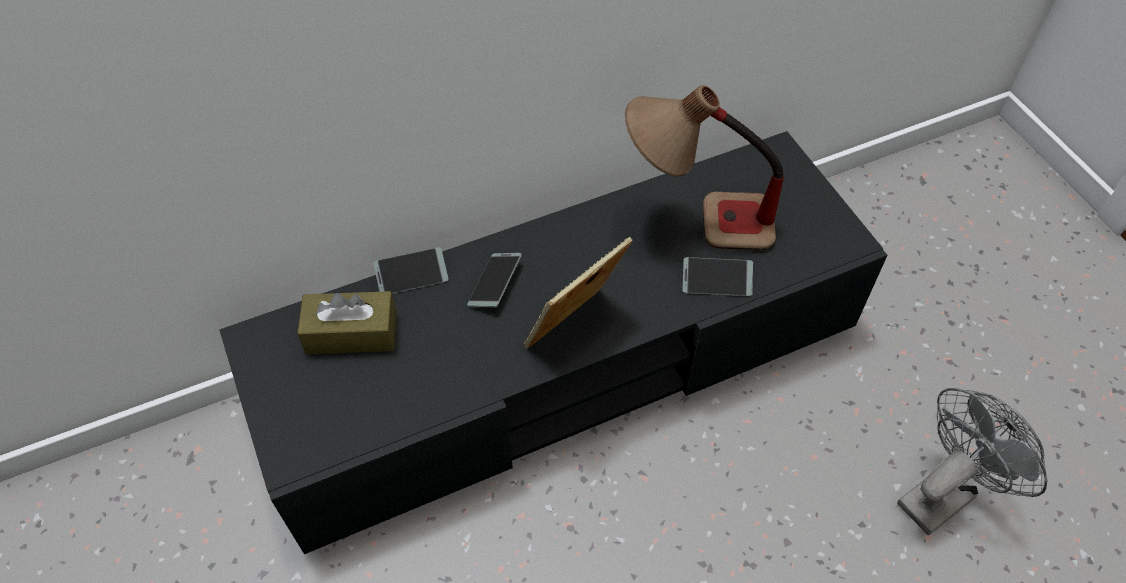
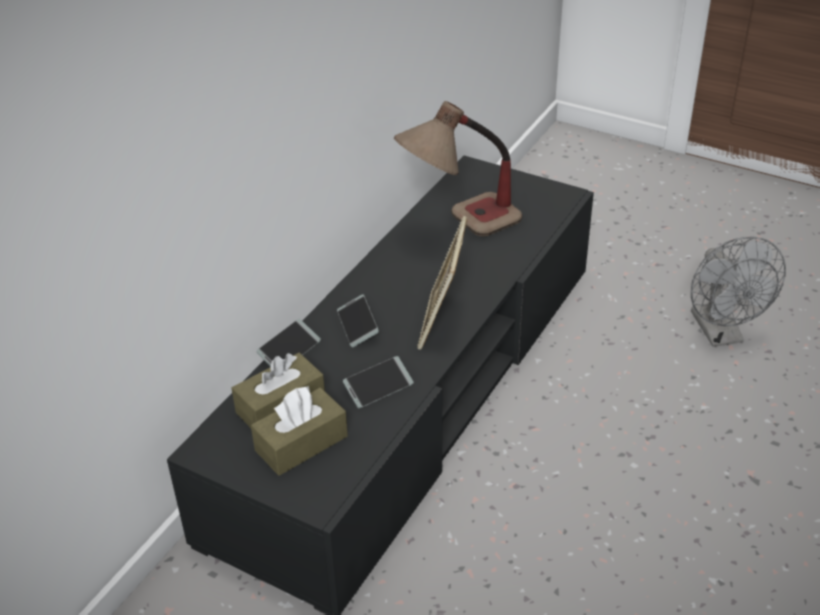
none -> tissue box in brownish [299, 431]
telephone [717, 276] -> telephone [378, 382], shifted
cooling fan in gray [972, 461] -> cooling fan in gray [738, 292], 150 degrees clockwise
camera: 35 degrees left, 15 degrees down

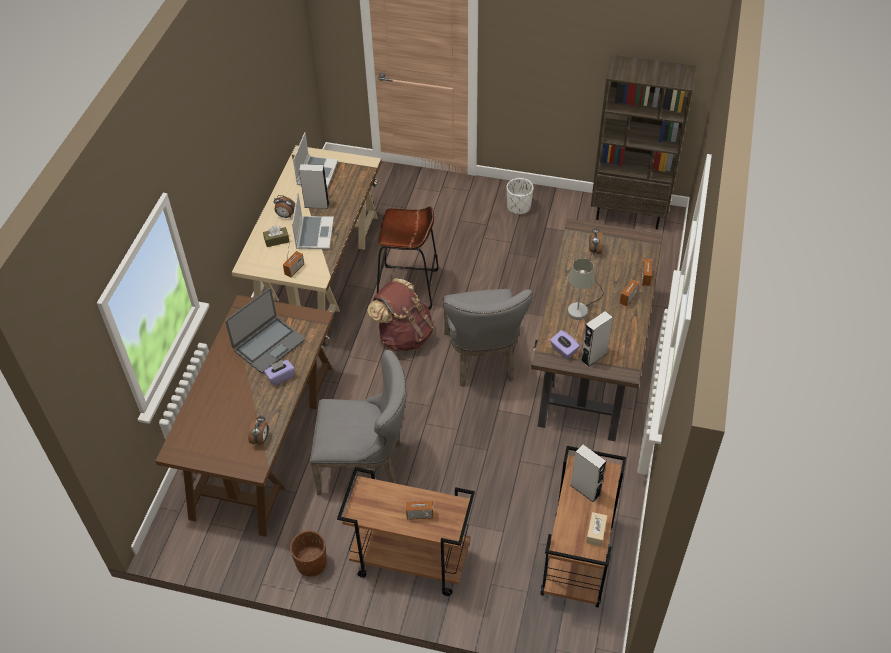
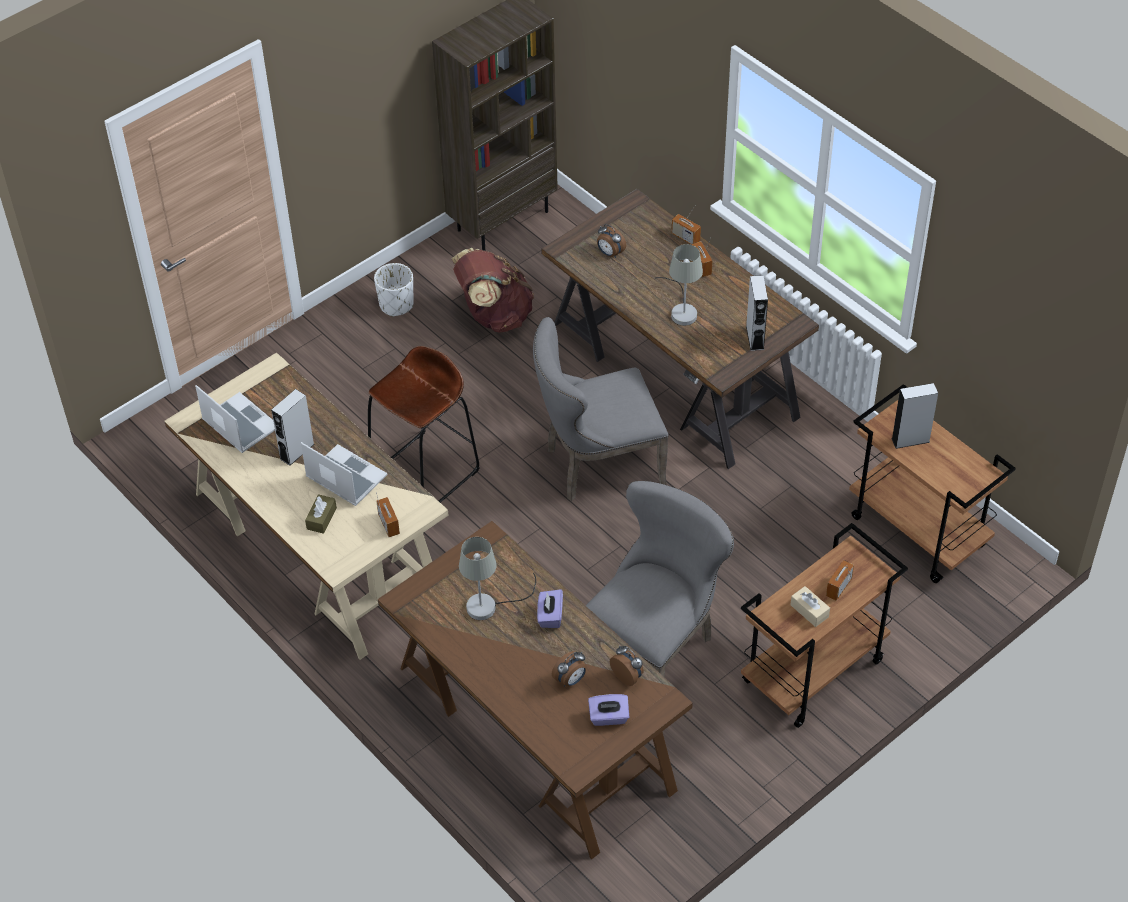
plant pot in brownish [308, 553] -> none
alarm clock [284, 206] -> alarm clock [569, 669], shifted
knapsack in brownish [400, 315] -> knapsack in brownish [493, 290], shifted
tissue box in purple [565, 344] -> tissue box in purple [608, 710], shifted
tissue box in sand-coloured [596, 529] -> tissue box in sand-coloured [810, 606], shifted
portable computer [265, 330] -> table lamp in gray [497, 578]
upright chair in gray [488, 338] -> upright chair in gray [601, 409], 135 degrees clockwise
camera: 55 degrees left, 0 degrees up

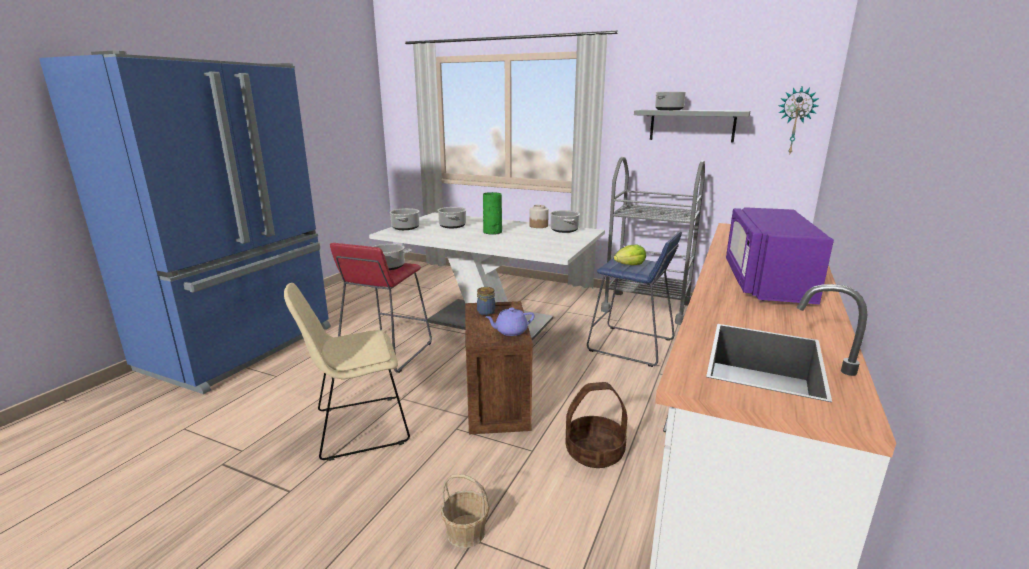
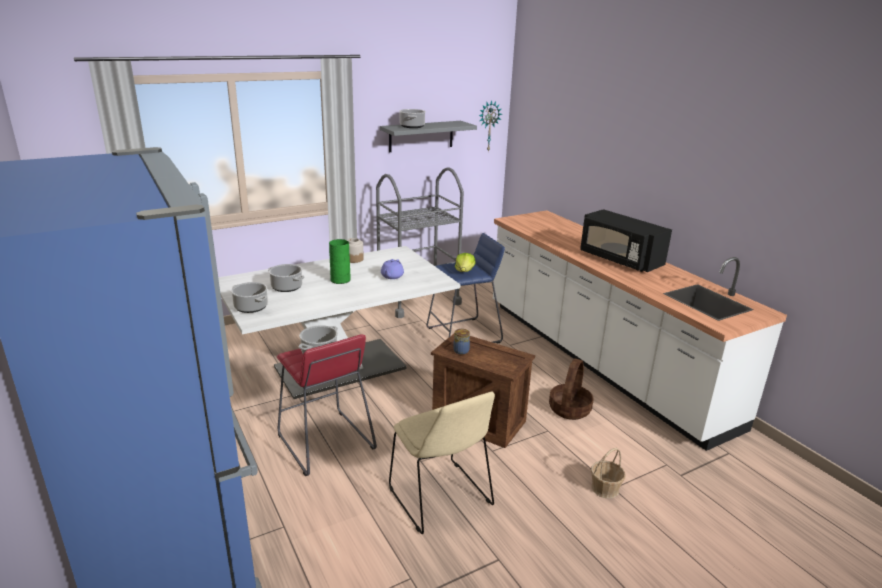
stockpot [565, 221] -> none
pot for tea in purple [510, 322] -> pot for tea in purple [392, 269], shifted
microwave in purple [780, 255] -> microwave in black-coloured [626, 240]
upright chair in sand-coloured [347, 372] -> upright chair in sand-coloured [442, 463], 45 degrees counterclockwise
camera: 55 degrees left, 5 degrees up

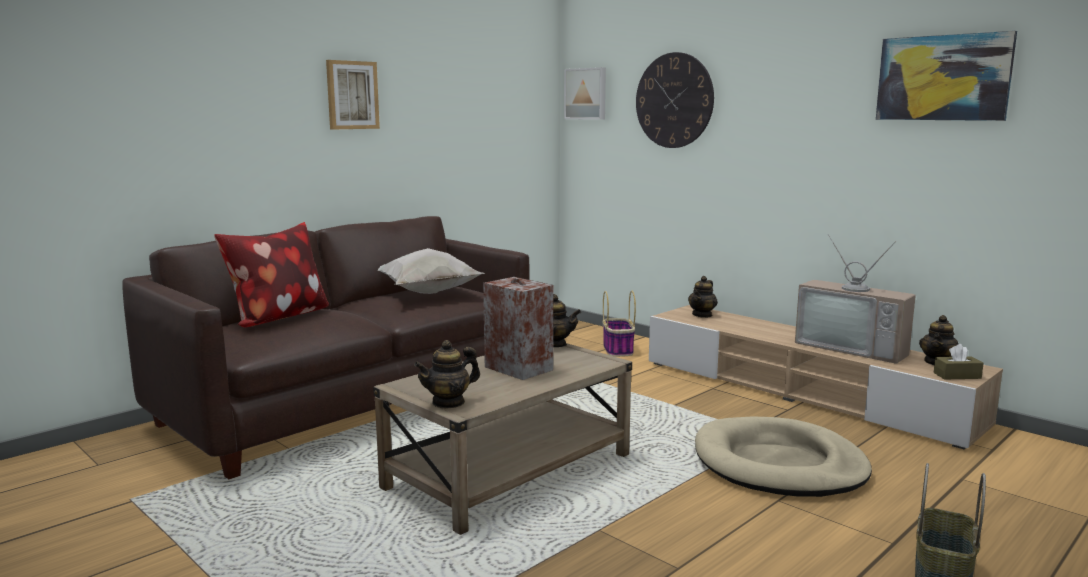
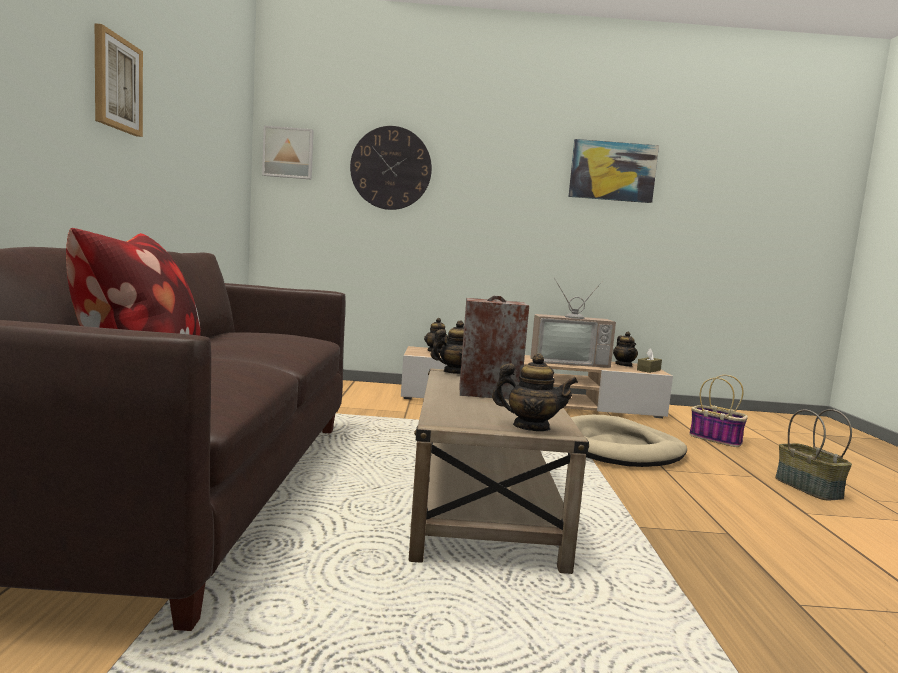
cushion in whitish [430, 271] -> none
storage basket [619, 324] -> storage basket [718, 411], shifted
pot for tea [447, 374] -> pot for tea [535, 392], 90 degrees counterclockwise
camera: 45 degrees left, 5 degrees down

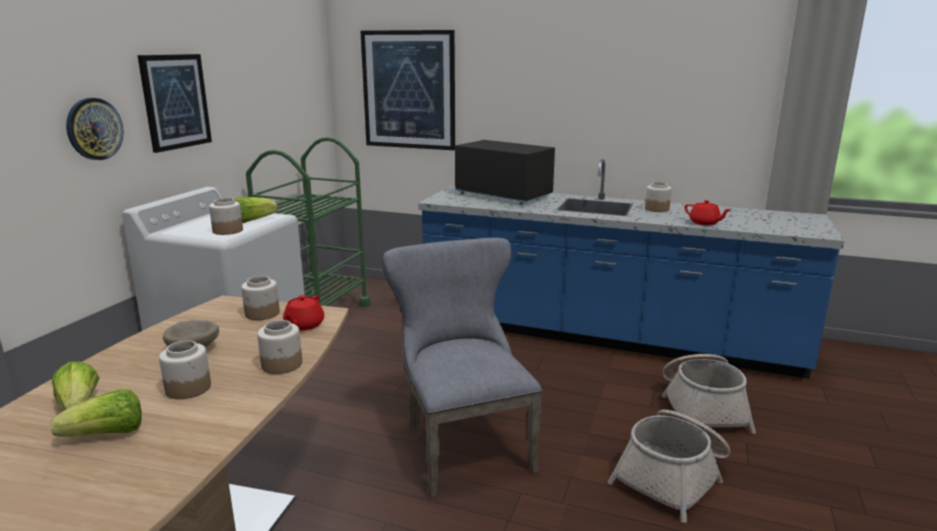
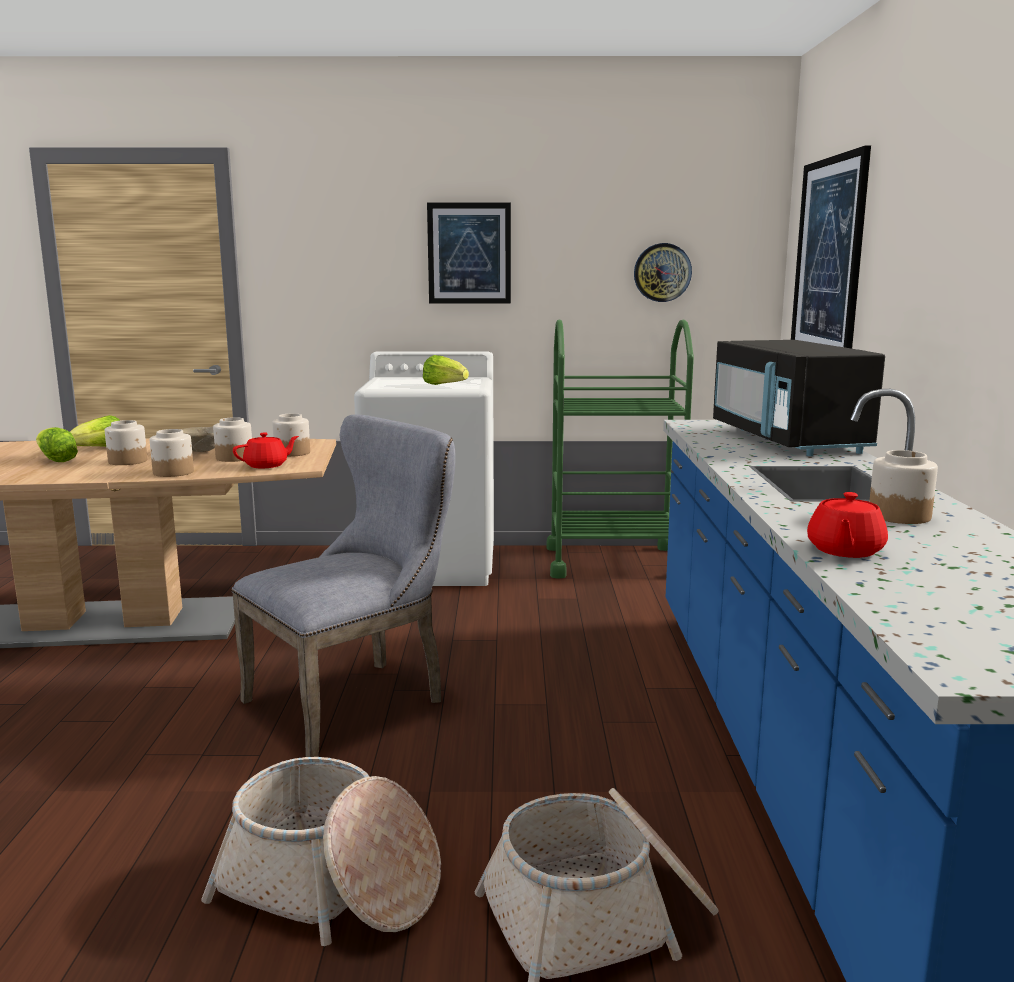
wall clock [95, 129] -> wall clock [663, 272], shifted
storage jar [226, 216] -> storage jar [232, 439], shifted
pot for tea in red-coloured [303, 312] -> pot for tea in red-coloured [266, 450], 150 degrees clockwise
microwave in black-coloured [505, 172] -> microwave in black-coloured [799, 398], 150 degrees clockwise
camera: 70 degrees right, 5 degrees down

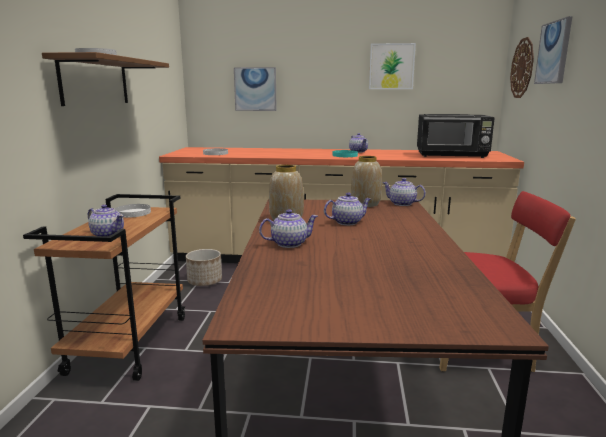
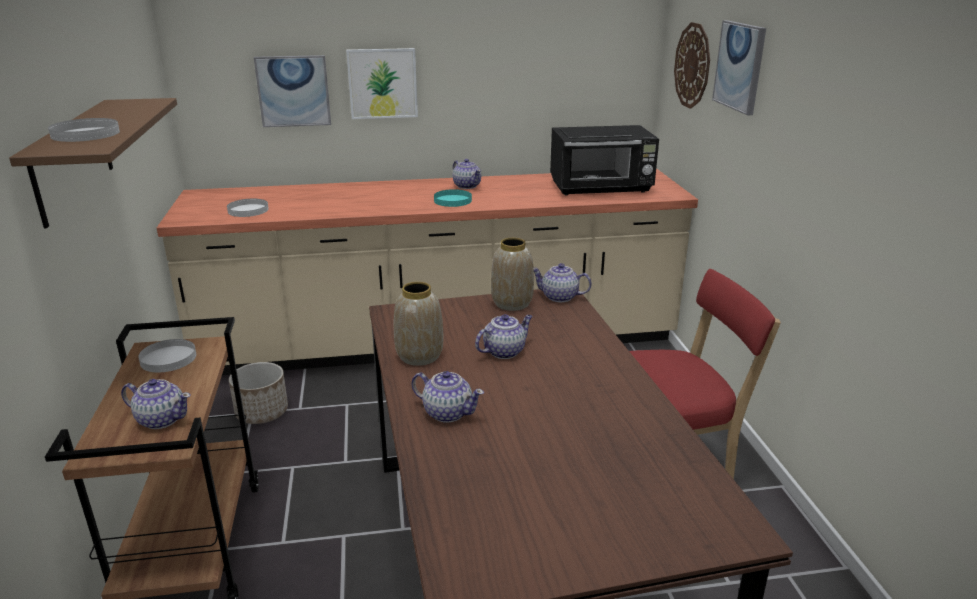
wall picture [392, 66] -> wall picture [382, 83], shifted
pot for tea [288, 228] -> pot for tea [448, 397], 60 degrees clockwise
camera: 15 degrees left, 10 degrees up

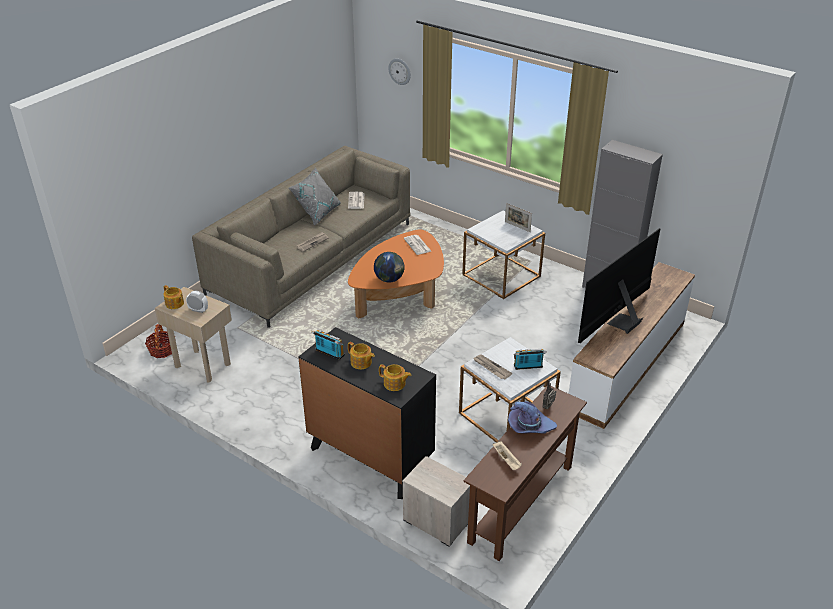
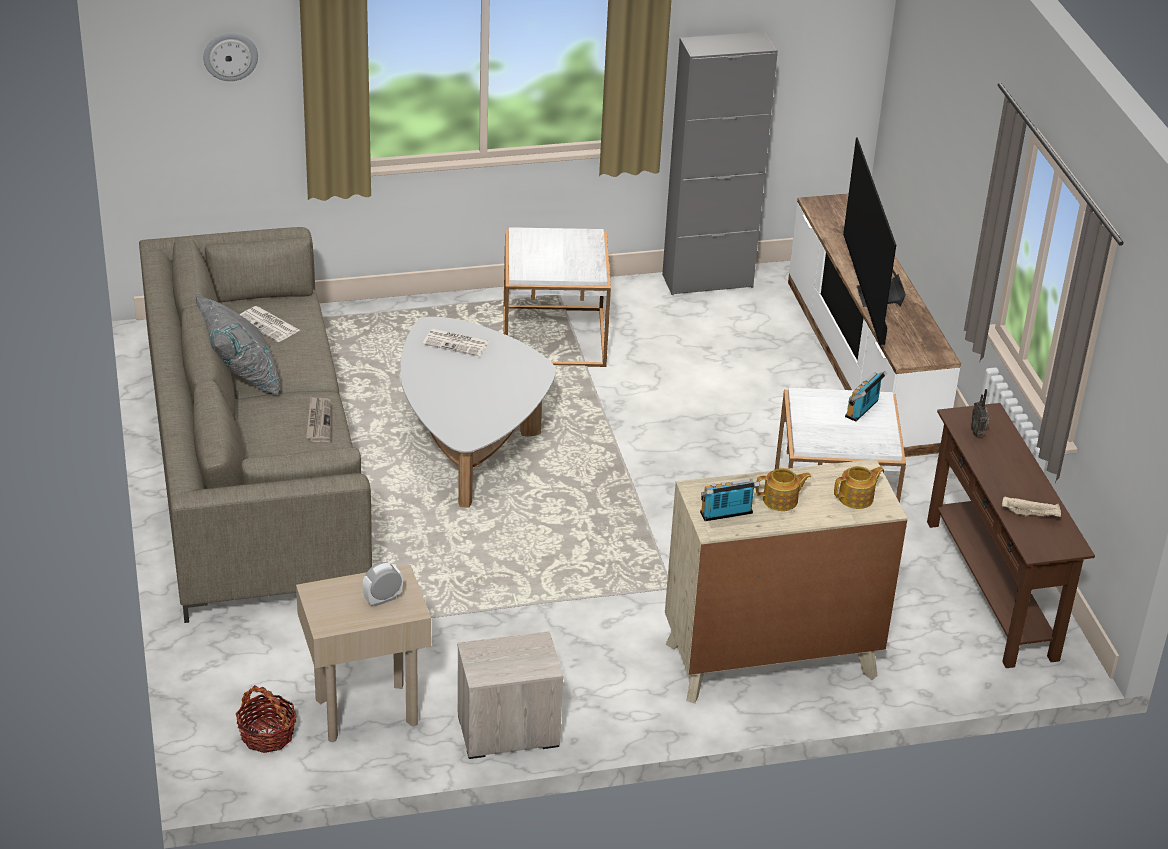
pot for tea [173, 297] -> none
globe [389, 267] -> none
printed paper [492, 367] -> none
standing frame [518, 217] -> none
clothing hat in purple [532, 418] -> none
nightstand [436, 501] -> nightstand [510, 695], shifted
drawer chest in black-coloured [367, 413] -> drawer chest in sand-coloured [786, 581]
low table in orange [396, 274] -> low table in whitish [478, 412]
camera: 50 degrees left, 0 degrees up

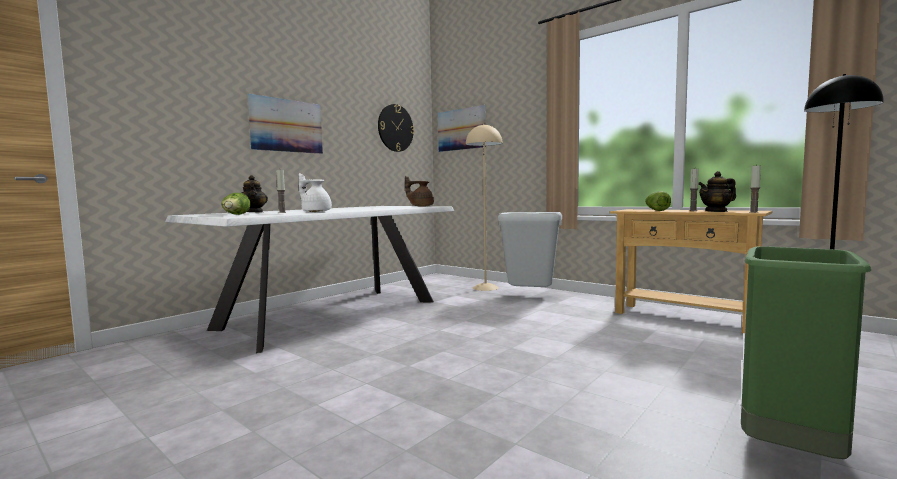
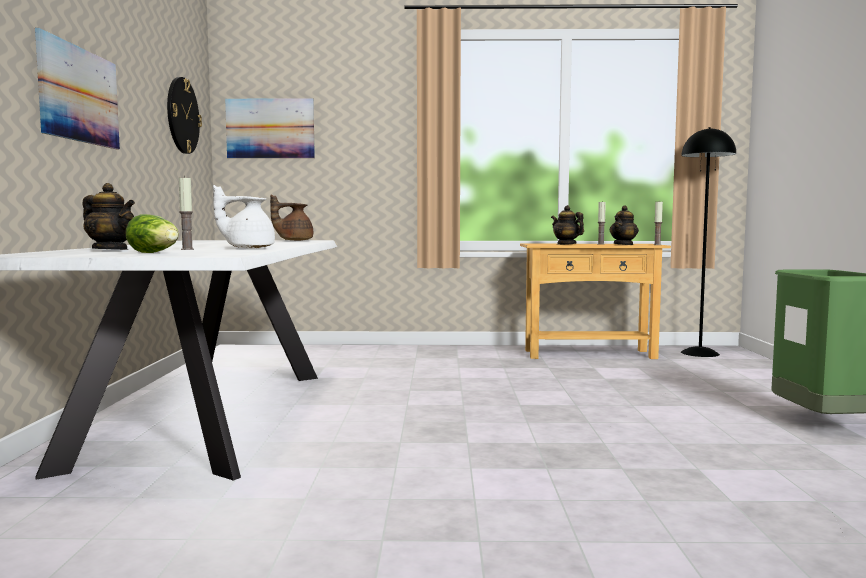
standing lamp in sand-coloured [484, 207] -> none
waste bin in gray [530, 249] -> none
lettuce [658, 201] -> pot for tea [567, 225]
camera: 40 degrees left, 0 degrees up

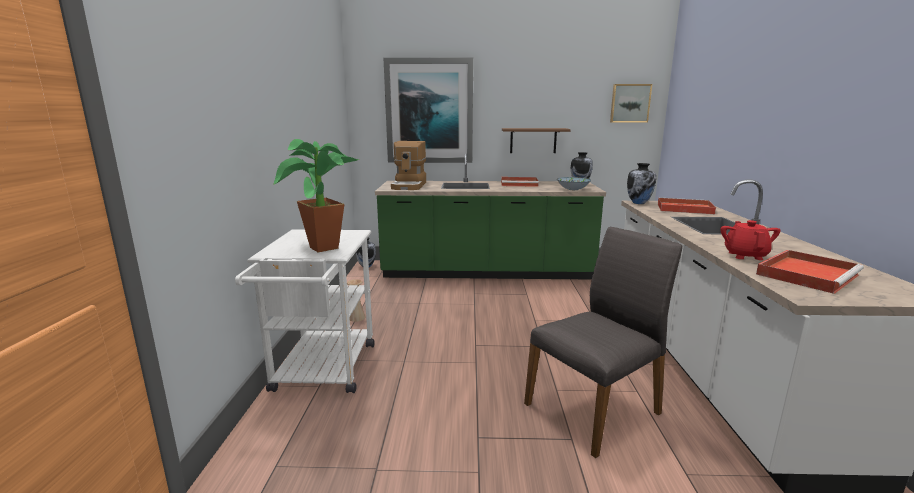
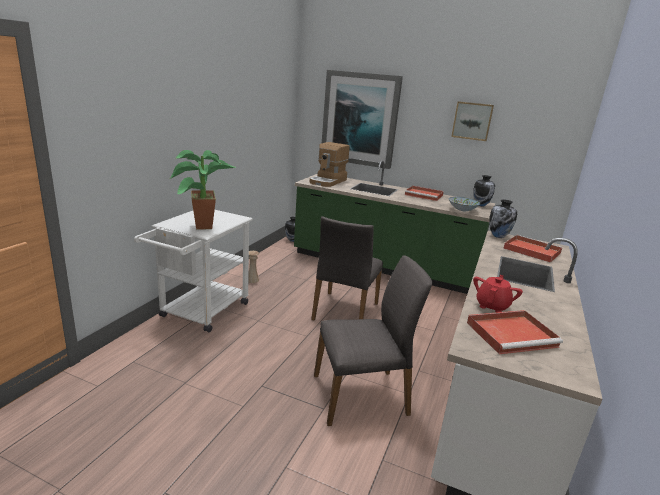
bracket shelf in brownish [536, 140] -> none
none -> upright chair in gray [347, 268]
wall picture [631, 103] -> wall picture [472, 121], shifted
camera: 20 degrees right, 5 degrees up

